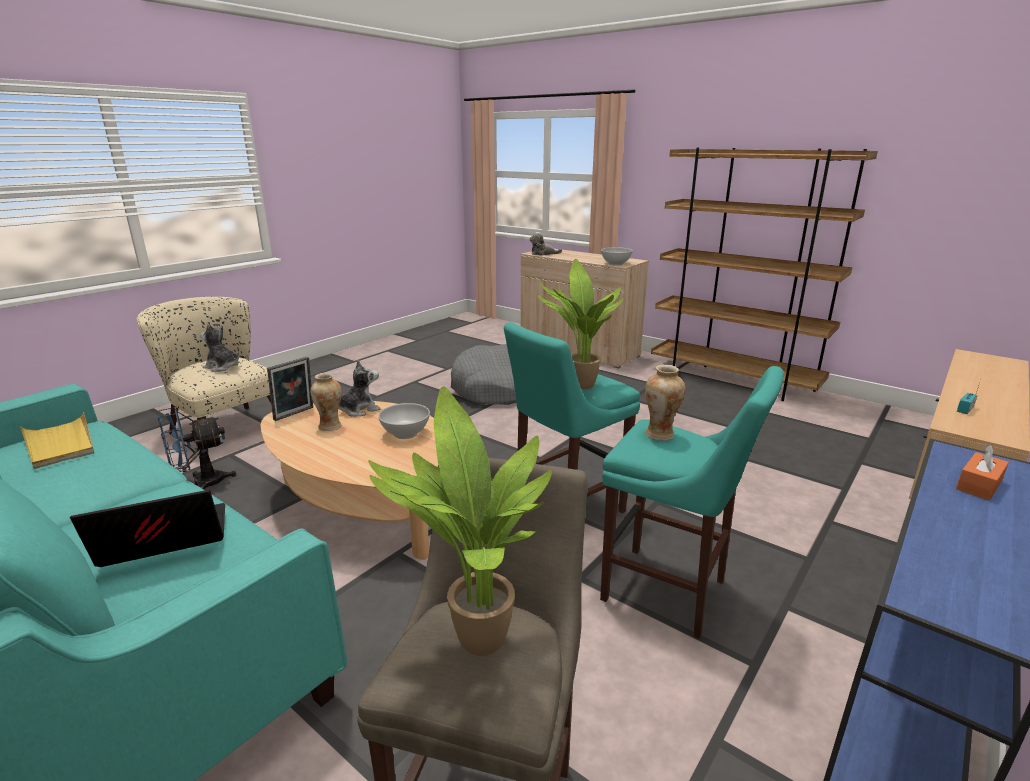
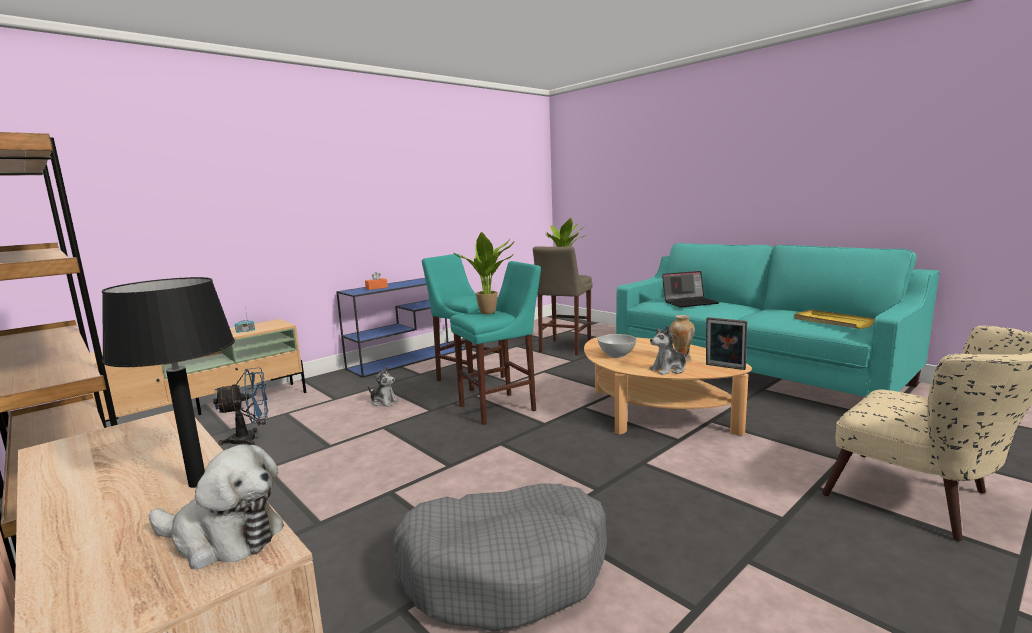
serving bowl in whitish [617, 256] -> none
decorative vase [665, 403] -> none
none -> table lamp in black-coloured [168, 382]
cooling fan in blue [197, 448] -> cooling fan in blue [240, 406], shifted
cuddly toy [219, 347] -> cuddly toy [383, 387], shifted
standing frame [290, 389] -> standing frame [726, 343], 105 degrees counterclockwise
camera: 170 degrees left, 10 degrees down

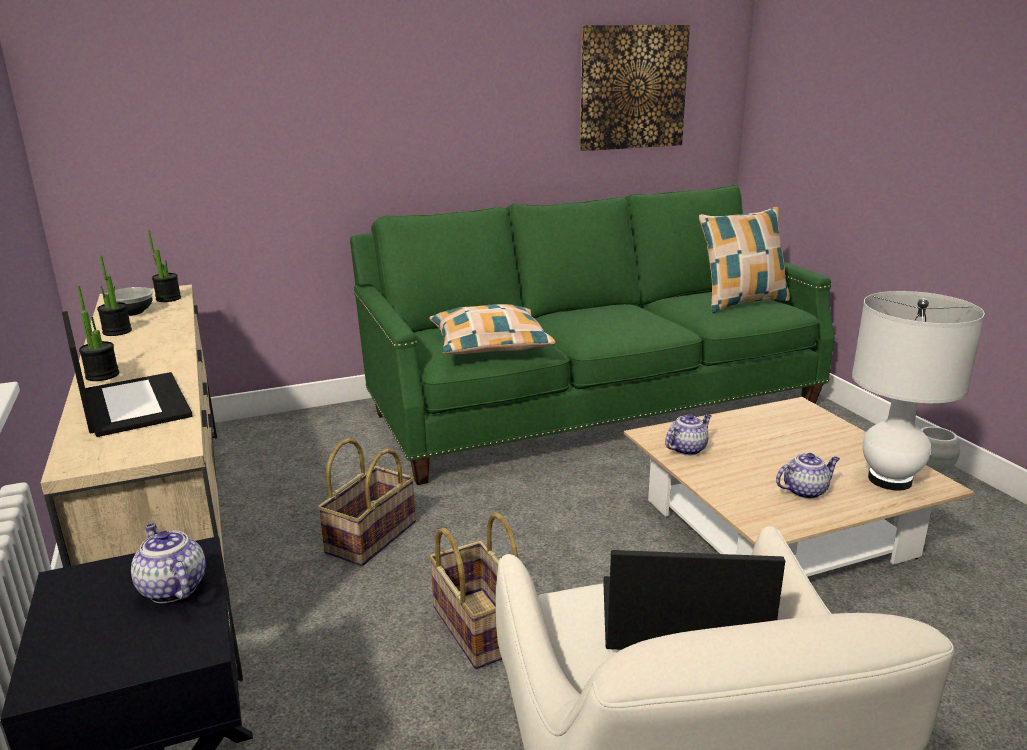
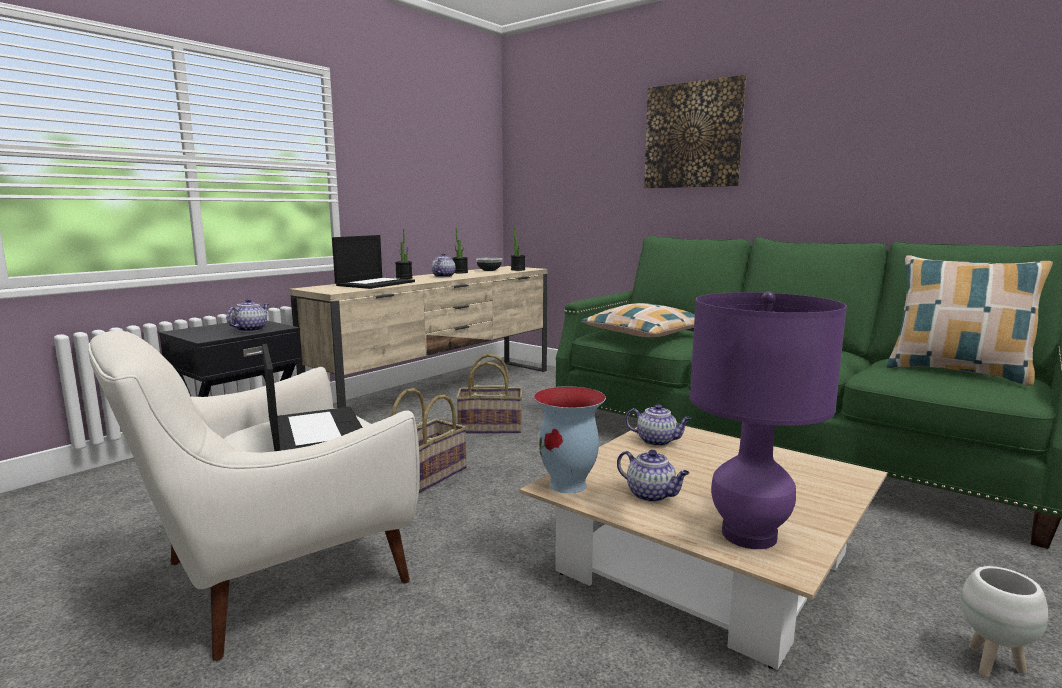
none -> pot for tea [443, 265]
none -> decorative vase [570, 439]
wall picture [635, 88] -> wall picture [695, 131], shifted
table lamp in whitish [918, 391] -> table lamp in purple [768, 420]
camera: 60 degrees right, 10 degrees down

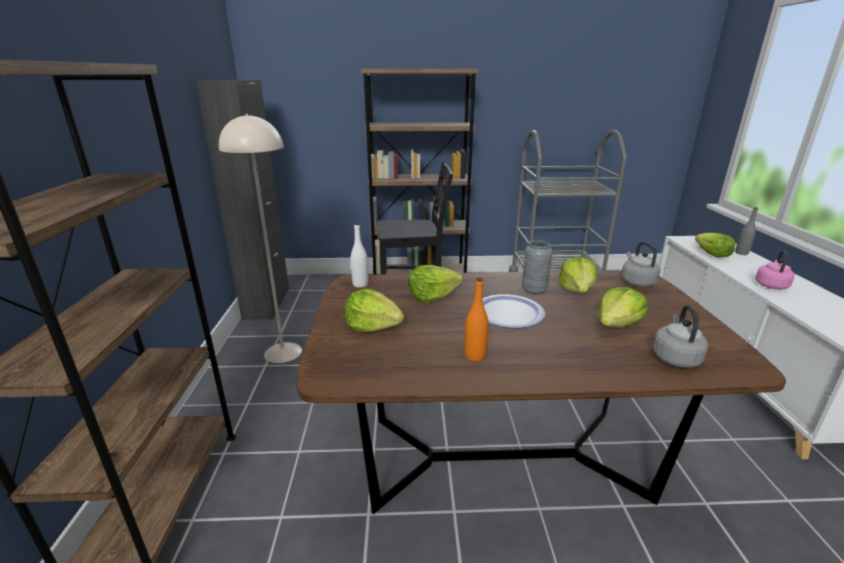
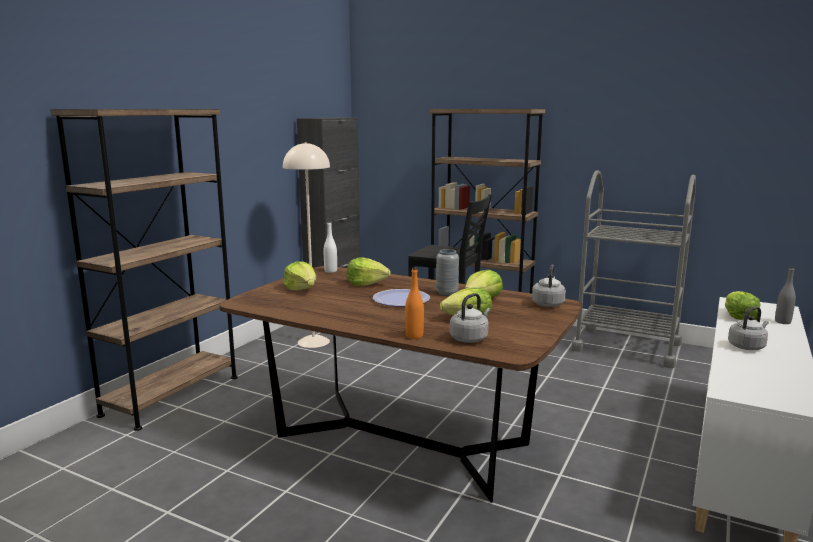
drink bottle in orange [476, 320] -> drink bottle in orange [414, 303], shifted
tea kettle in pink [774, 270] -> tea kettle in gray [748, 328]
camera: 30 degrees right, 10 degrees down

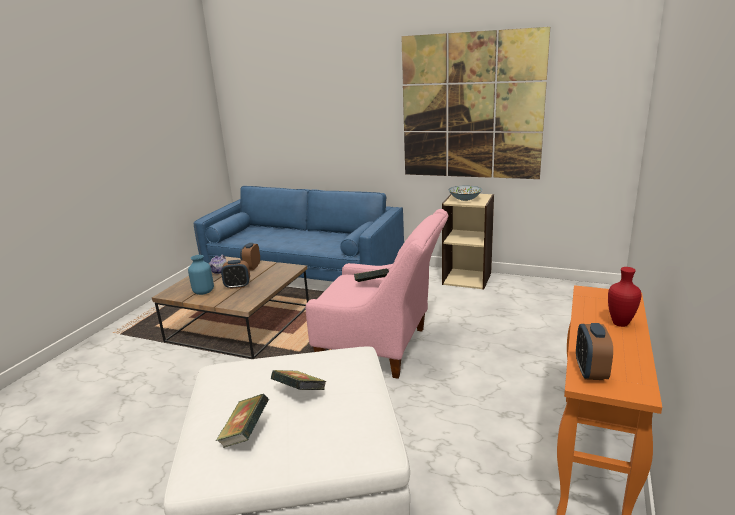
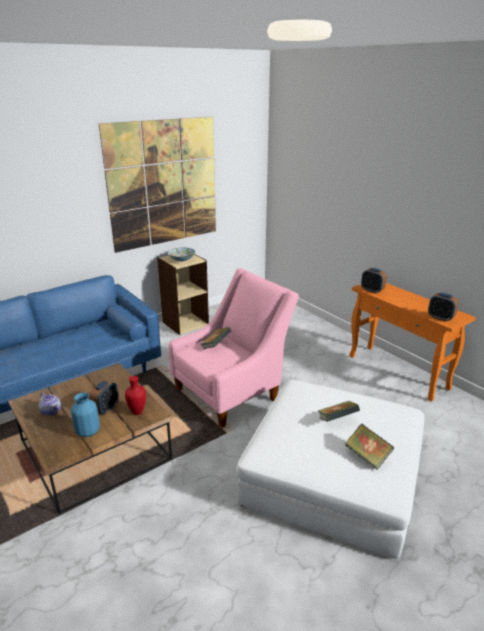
alarm clock [250, 256] -> alarm clock [374, 280], shifted
decorative vase in red-coloured [625, 297] -> decorative vase in red-coloured [135, 395], shifted
camera: 60 degrees left, 5 degrees up

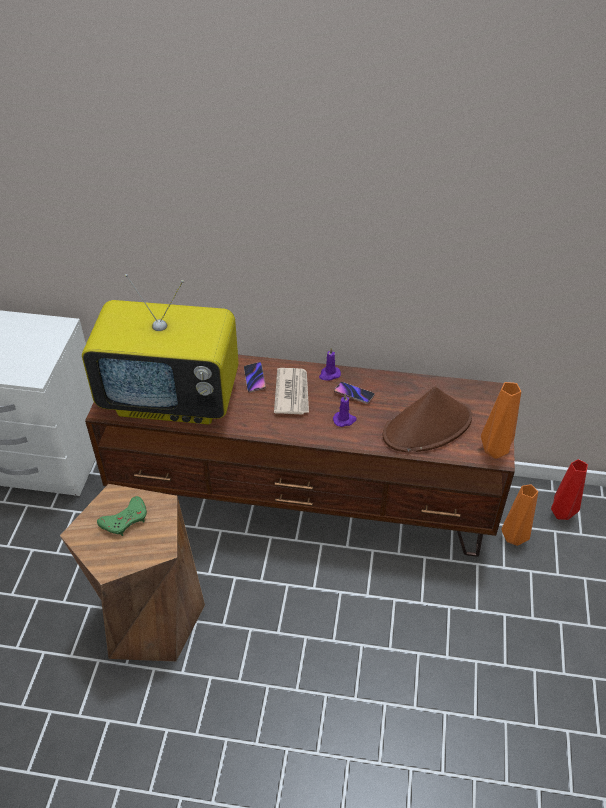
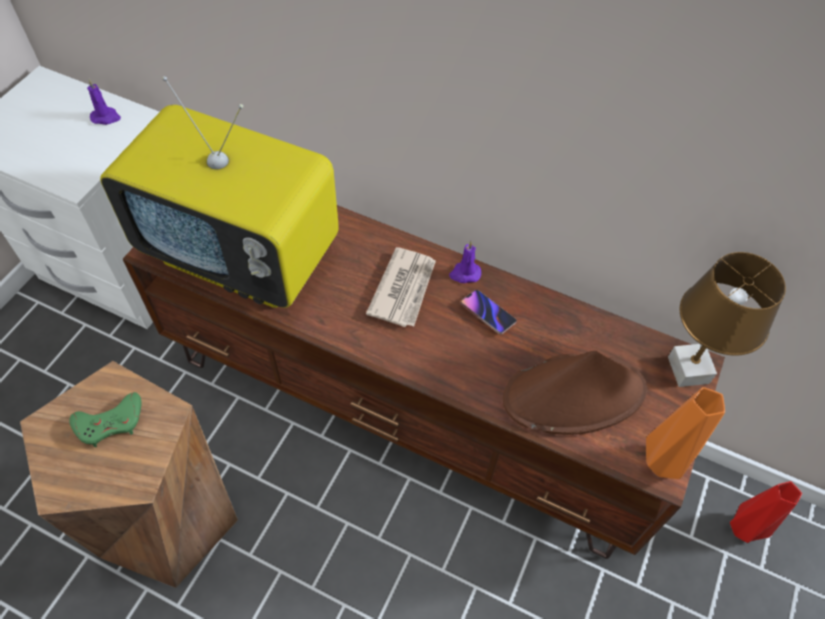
telephone [255, 377] -> none
decorative vase in orange [519, 515] -> none
none -> table lamp in brownish [727, 319]
wax light in purple [345, 410] -> wax light in purple [104, 102], shifted
camera: 15 degrees right, 10 degrees up

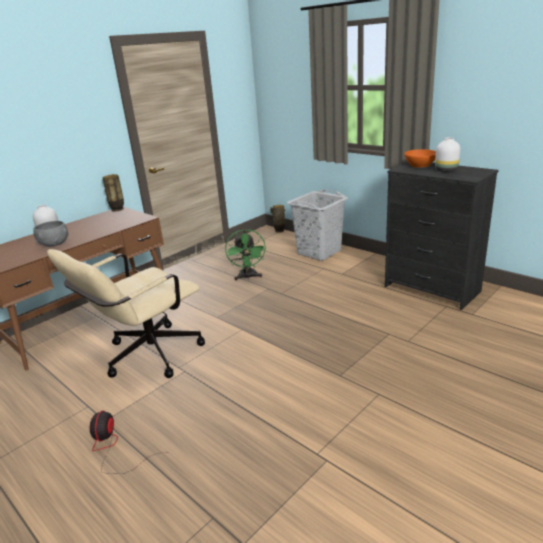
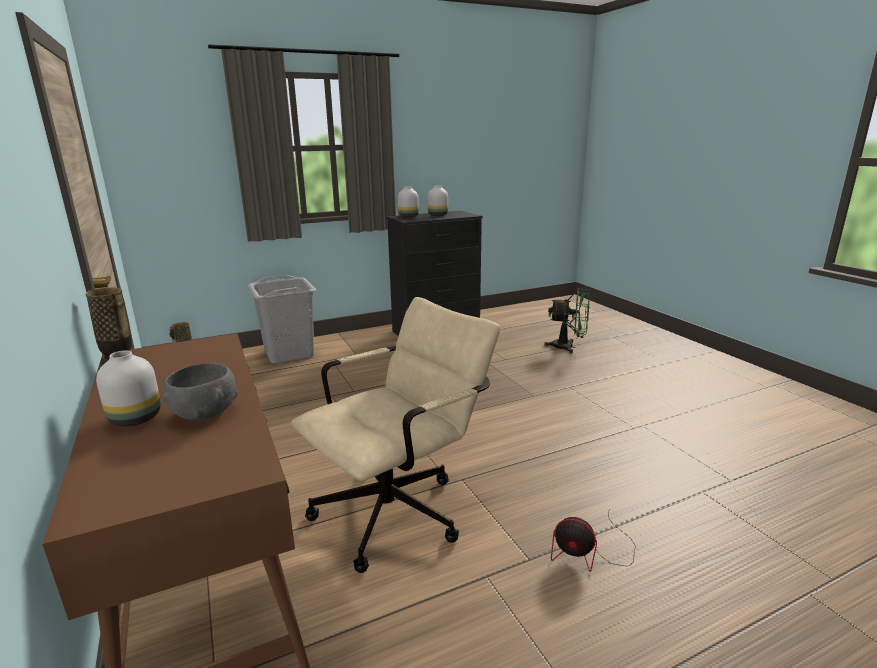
cooling fan in green [245, 254] -> cooling fan in green [567, 321], shifted
serving bowl in orange [420, 158] -> decorative vase in whitish [408, 202]
desk chair in sand-coloured [126, 313] -> desk chair in sand-coloured [395, 435], 105 degrees counterclockwise
camera: 70 degrees left, 5 degrees down

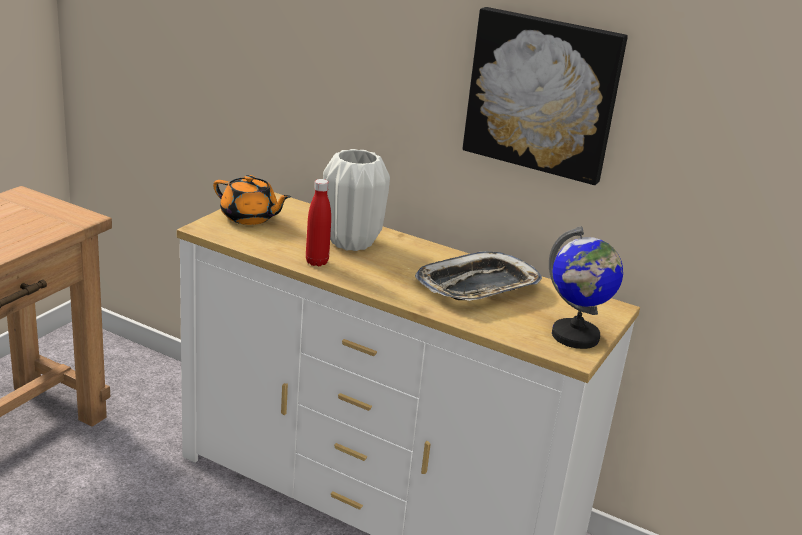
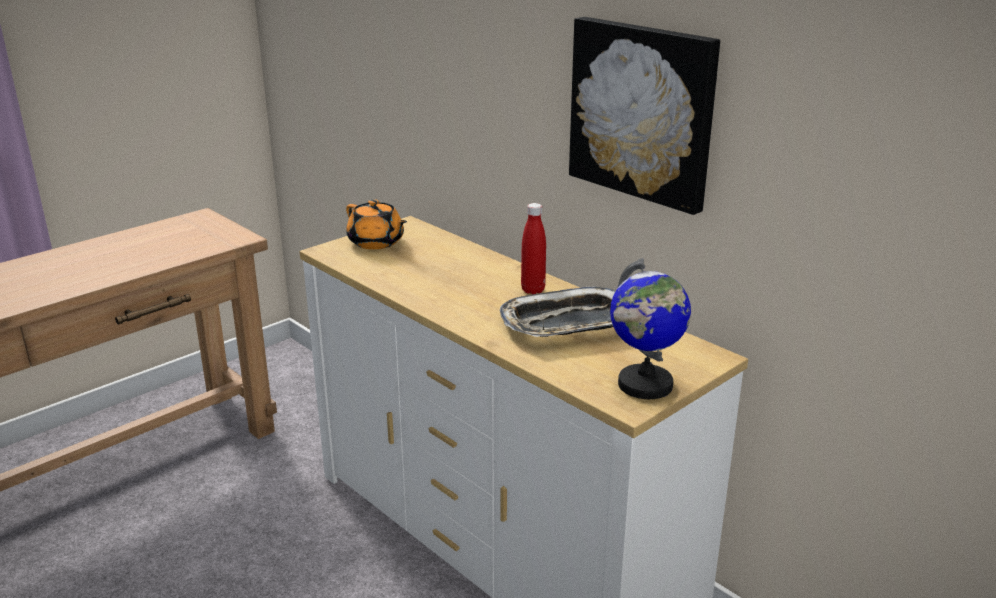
decorative vase in whitish [356, 200] -> none
drink bottle in red-coloured [318, 222] -> drink bottle in red-coloured [533, 248], shifted
camera: 20 degrees right, 0 degrees up

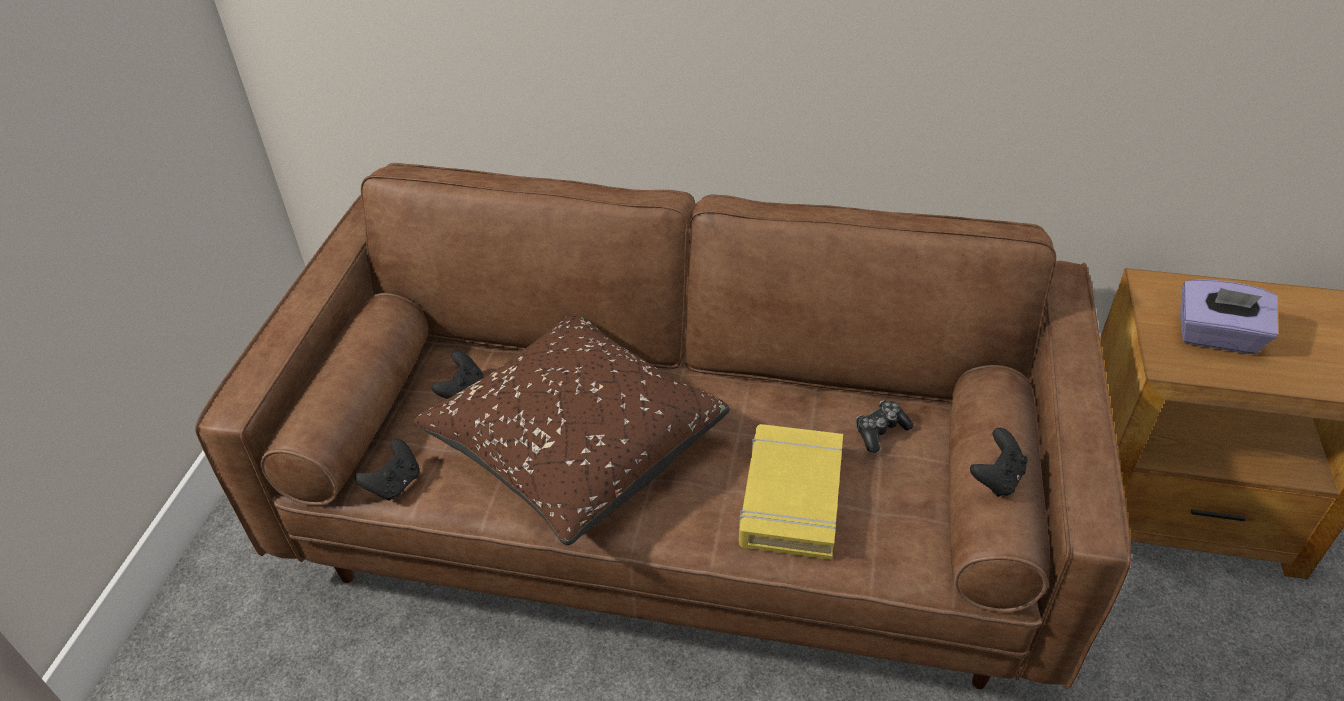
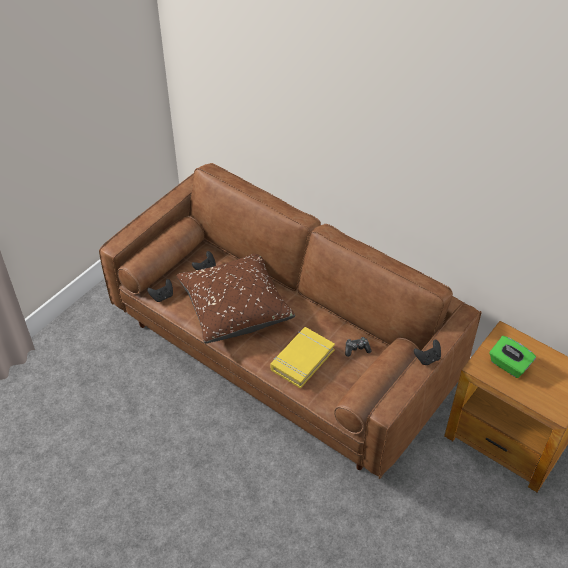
joypad in black-coloured [999, 462] -> joypad in black-coloured [427, 352], shifted
tissue box in purple [1229, 316] -> tissue box in green [512, 357]
camera: 25 degrees right, 5 degrees up

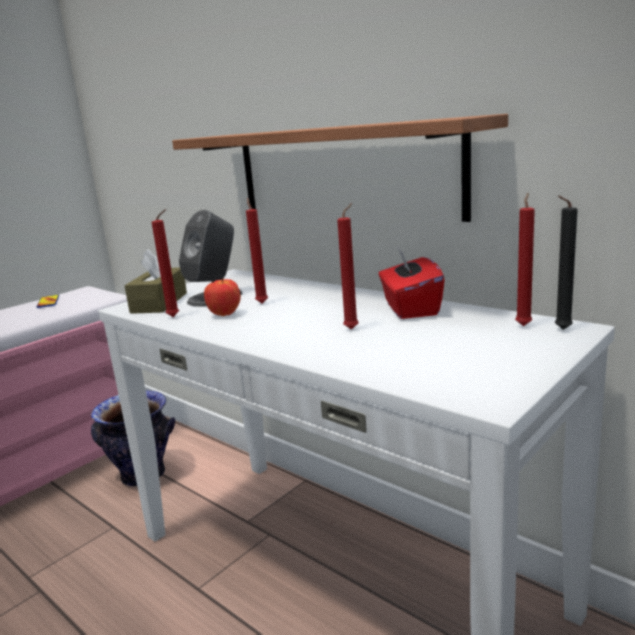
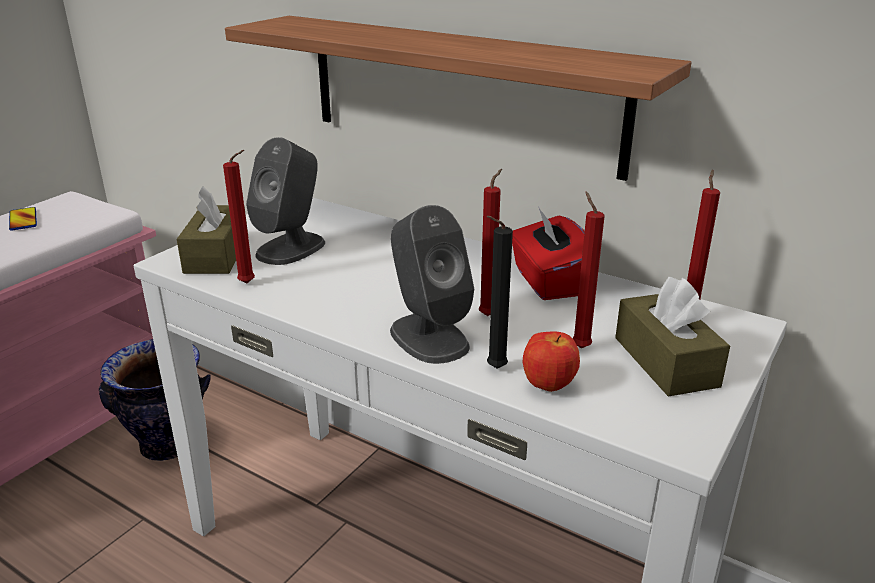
none -> audio speaker in gray [432, 284]
none -> tissue box in brownish [672, 337]
apple [222, 297] -> apple [551, 362], shifted
wax light in red-coloured [257, 250] -> wax light in red-coloured [589, 270], shifted
wax light in black-coloured [566, 263] -> wax light in black-coloured [500, 292], shifted
camera: 10 degrees left, 10 degrees up

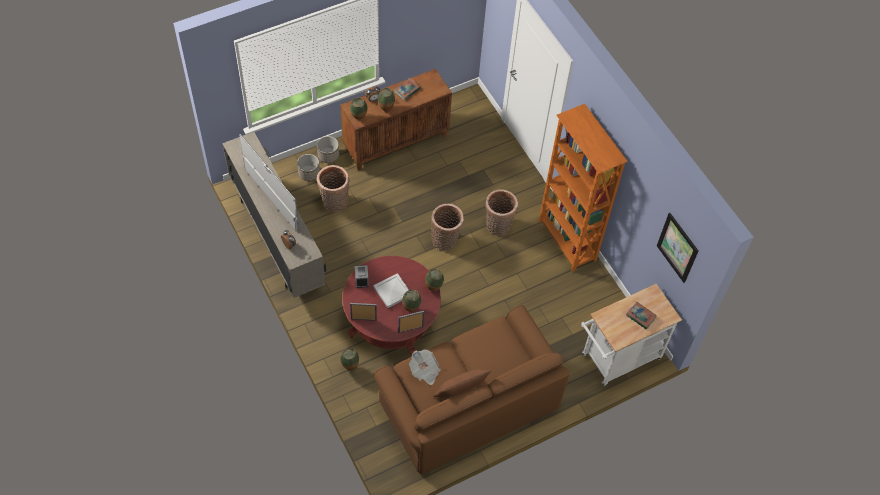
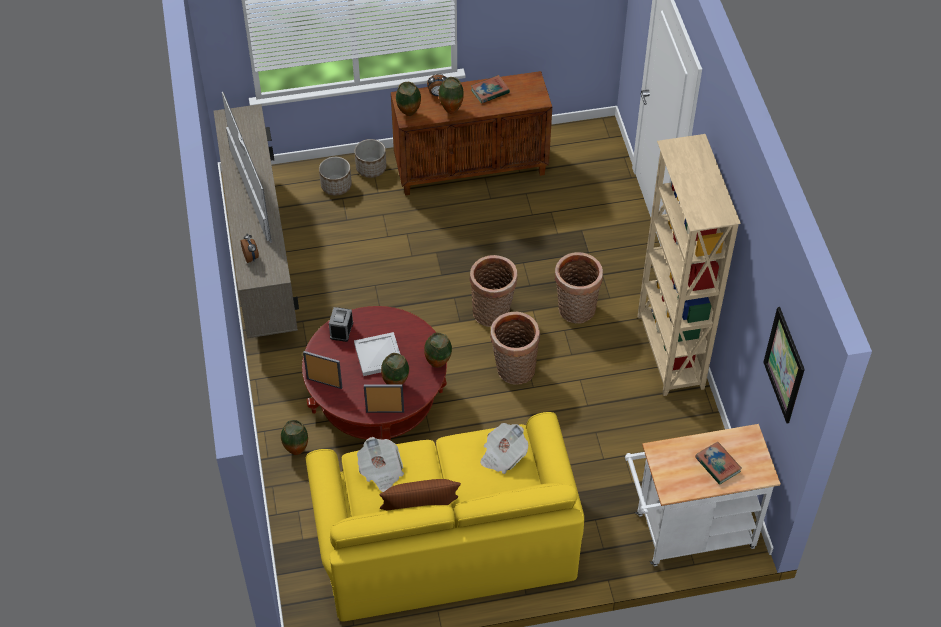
none -> printed paper [504, 448]
storage basket [333, 188] -> storage basket [515, 348], shifted
couch in brownish [471, 389] -> couch in yellow-coloured [444, 517]
bookcase in orange [583, 188] -> bookcase in sand-coloured [689, 265]
camera: 20 degrees right, 5 degrees down

